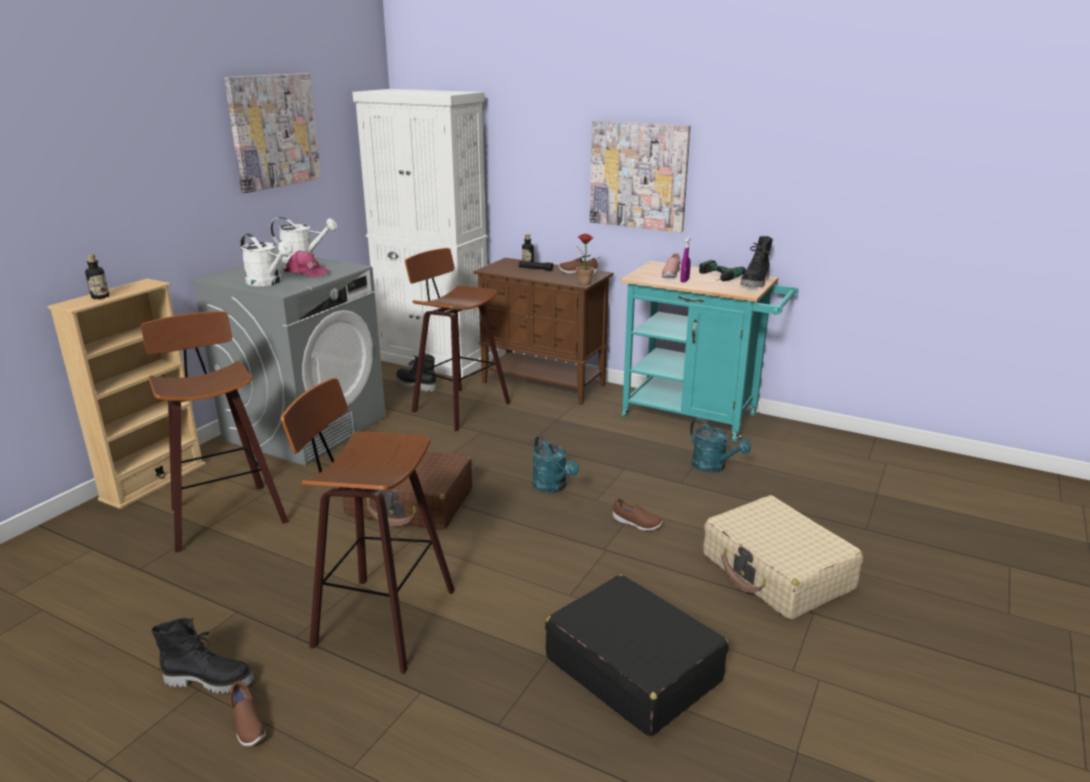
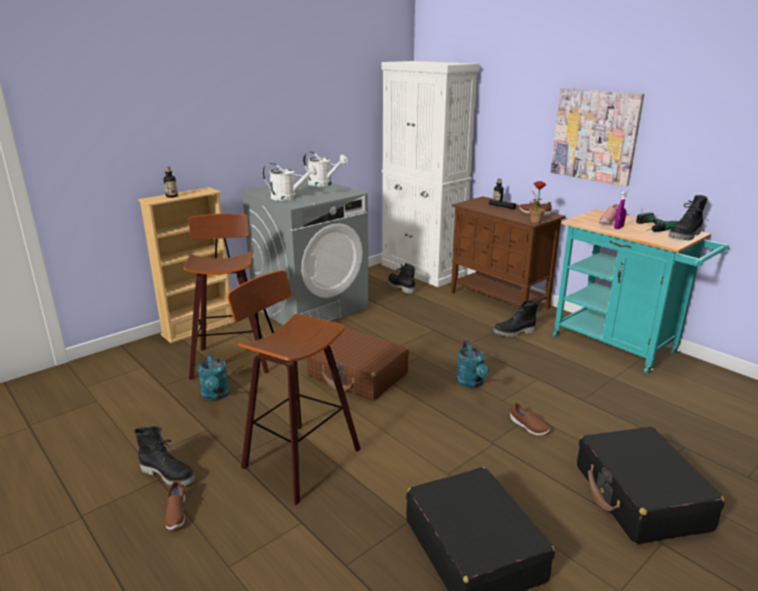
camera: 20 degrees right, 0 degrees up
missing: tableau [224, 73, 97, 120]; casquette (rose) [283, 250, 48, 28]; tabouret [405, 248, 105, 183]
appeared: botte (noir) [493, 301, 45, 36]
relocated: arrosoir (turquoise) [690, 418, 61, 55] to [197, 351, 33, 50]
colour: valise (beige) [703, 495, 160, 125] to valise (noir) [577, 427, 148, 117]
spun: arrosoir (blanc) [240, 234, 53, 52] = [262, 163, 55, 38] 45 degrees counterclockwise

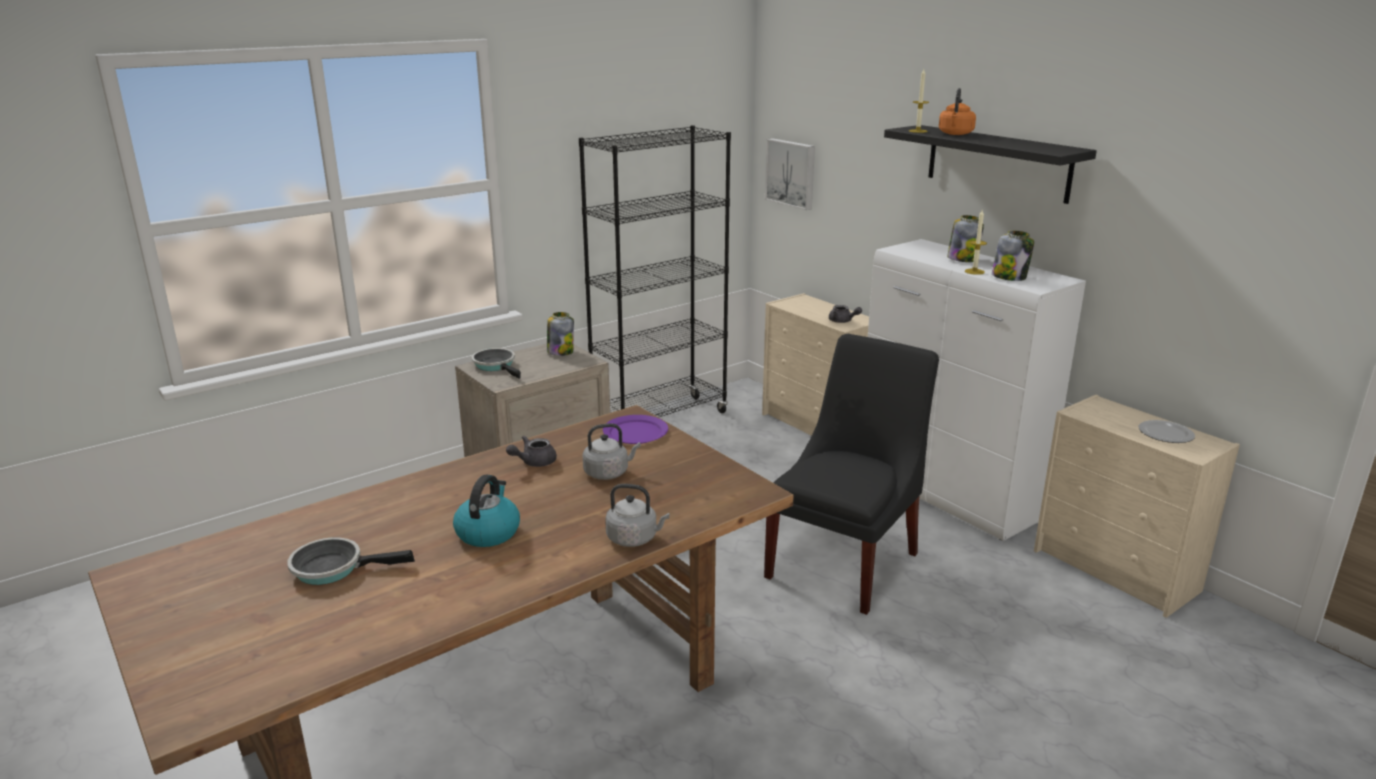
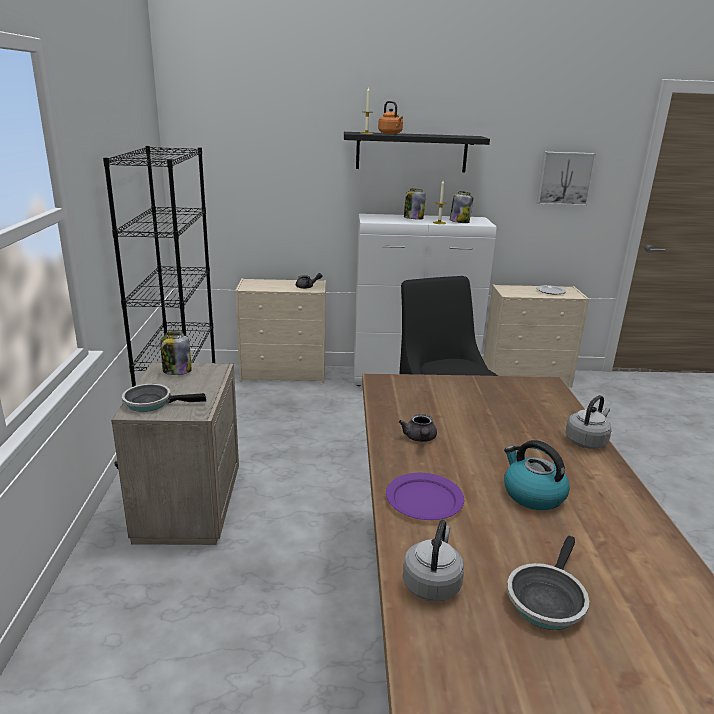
camera: 55 degrees left, 0 degrees up
relocated: bouilloire (gris) [583, 423, 58, 57] to [403, 520, 61, 82]; assiette (violet) [603, 415, 65, 29] to [386, 473, 78, 47]; tableau [765, 138, 50, 72] to [537, 152, 59, 54]

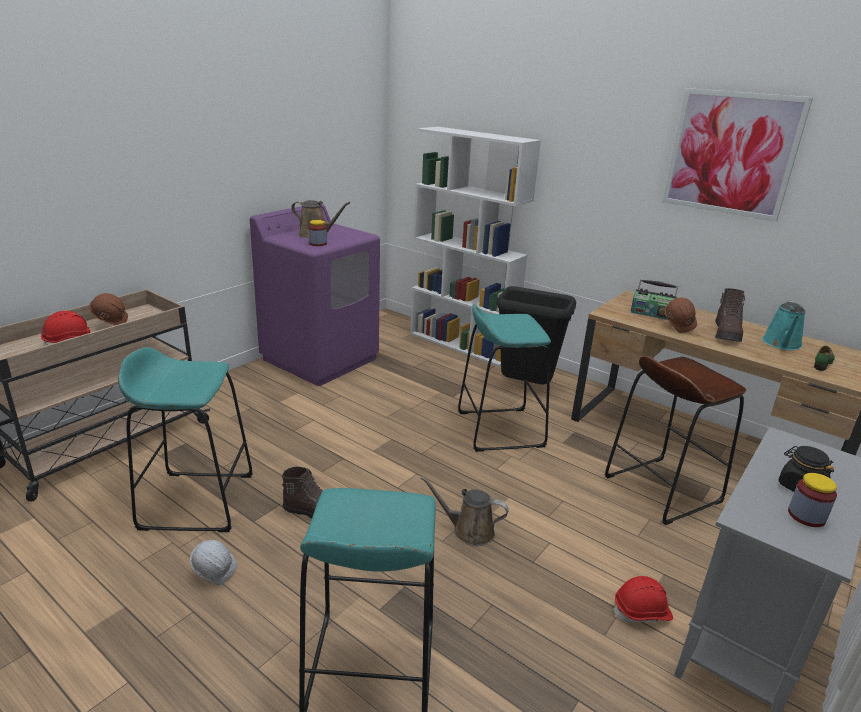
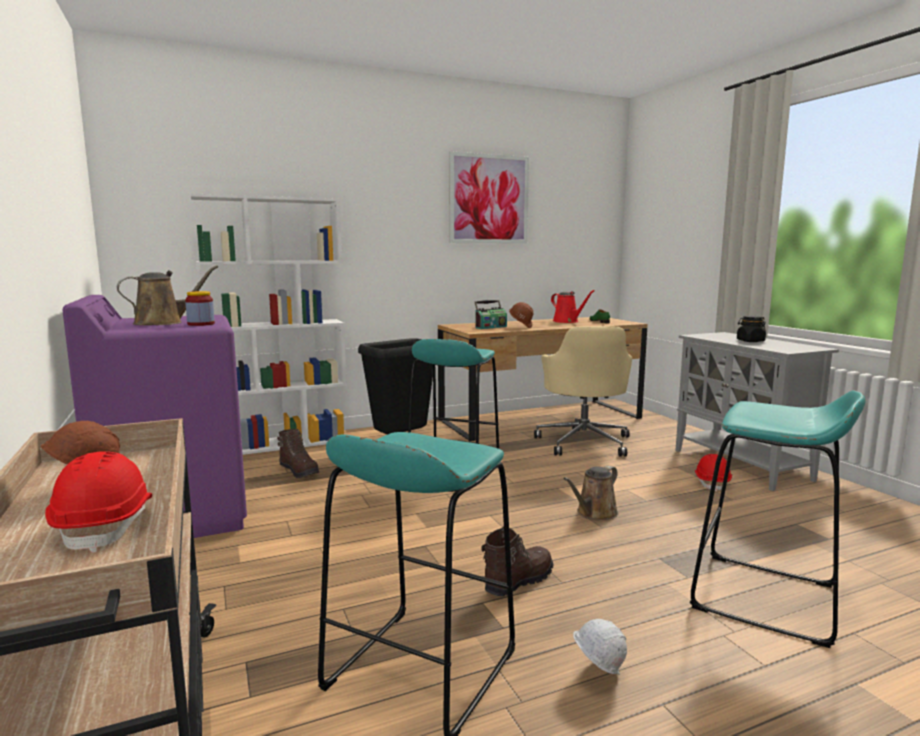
camera: 60 degrees left, 15 degrees down
missing: bocal [788, 473, 49, 54]
relocated: botte (marron) [715, 288, 30, 54] to [277, 429, 42, 49]
exchanged: tabouret (marron) [605, 356, 141, 169] to chaise de bureau (beige) [534, 326, 98, 130]
colour: arrosoir (turquoise) [762, 301, 44, 49] to arrosoir (rouge) [551, 290, 44, 33]

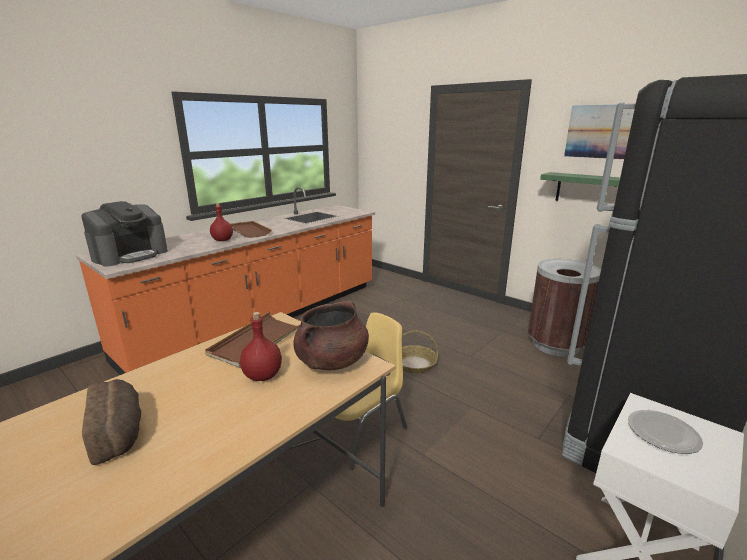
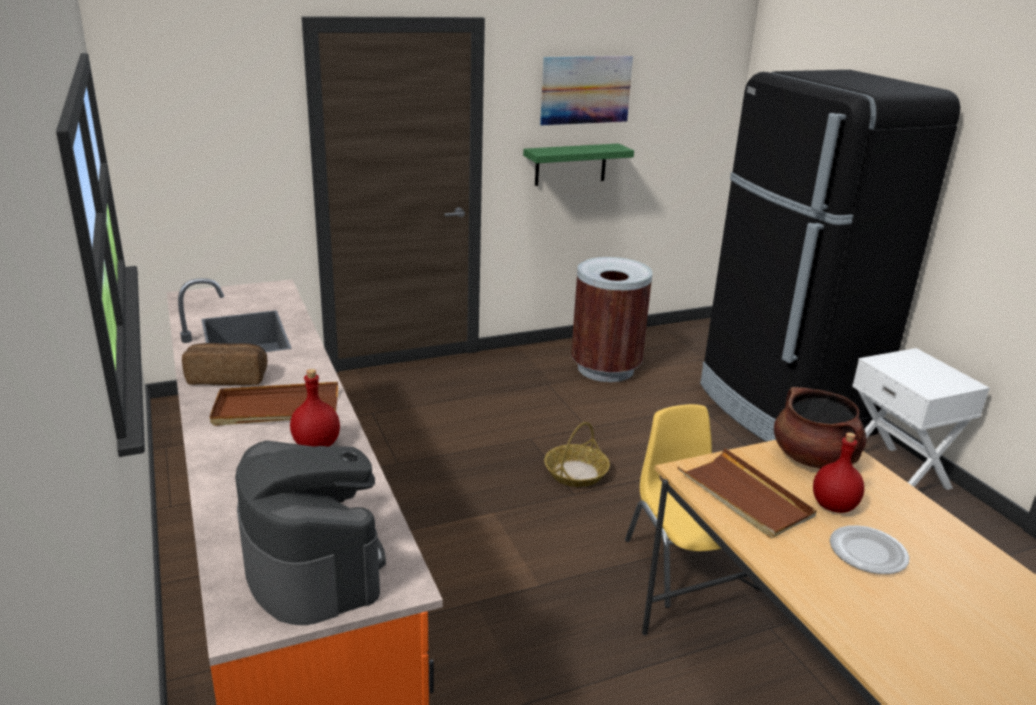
camera: 65 degrees left, 5 degrees up
relocated: pain [82, 379, 59, 86] to [182, 343, 85, 42]; assiette [628, 410, 75, 44] to [830, 525, 79, 49]

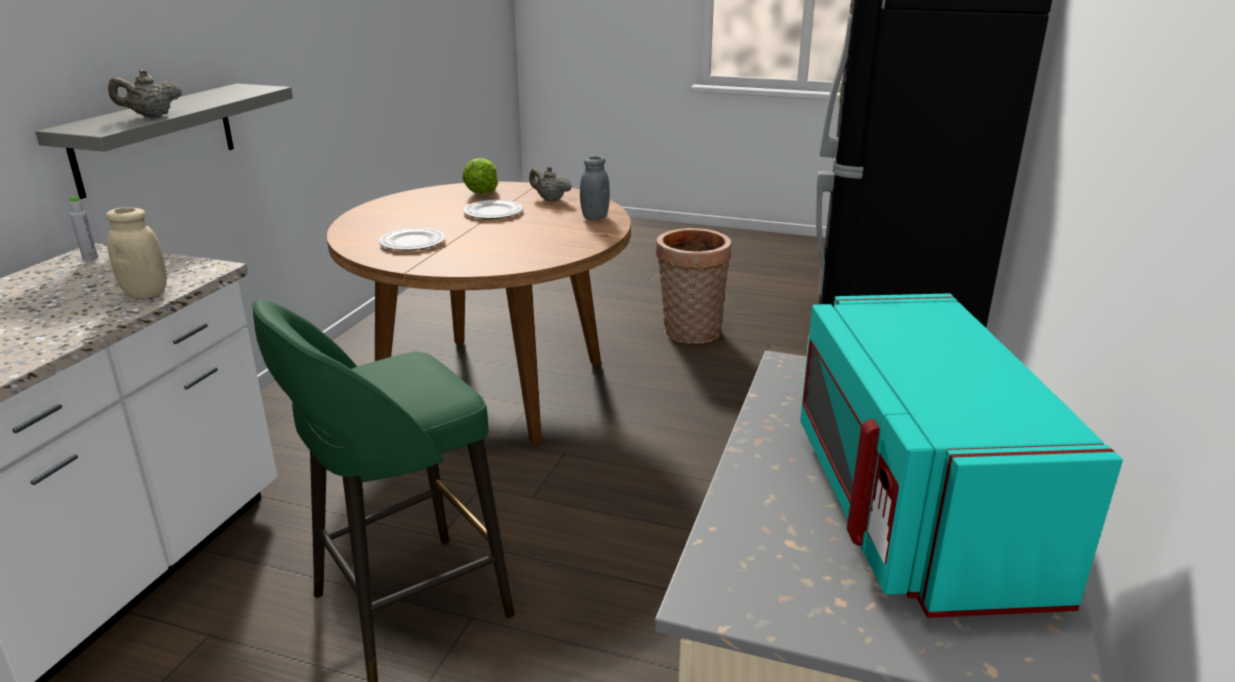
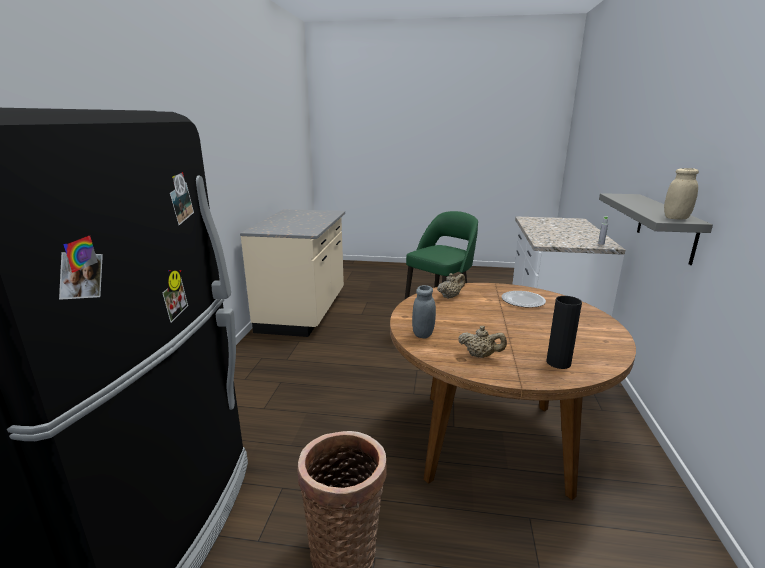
camera: 170 degrees right, 5 degrees down
missing: assiette [463, 200, 60, 19]; micro-ondes (turquoise) [800, 293, 323, 325]
relocated: bocal (beige) [106, 207, 61, 92] to [664, 168, 35, 52]; théière (beige) [108, 69, 74, 48] to [437, 273, 28, 26]
exchanged: laitue [463, 158, 35, 36] to vase (noir) [546, 296, 36, 73]

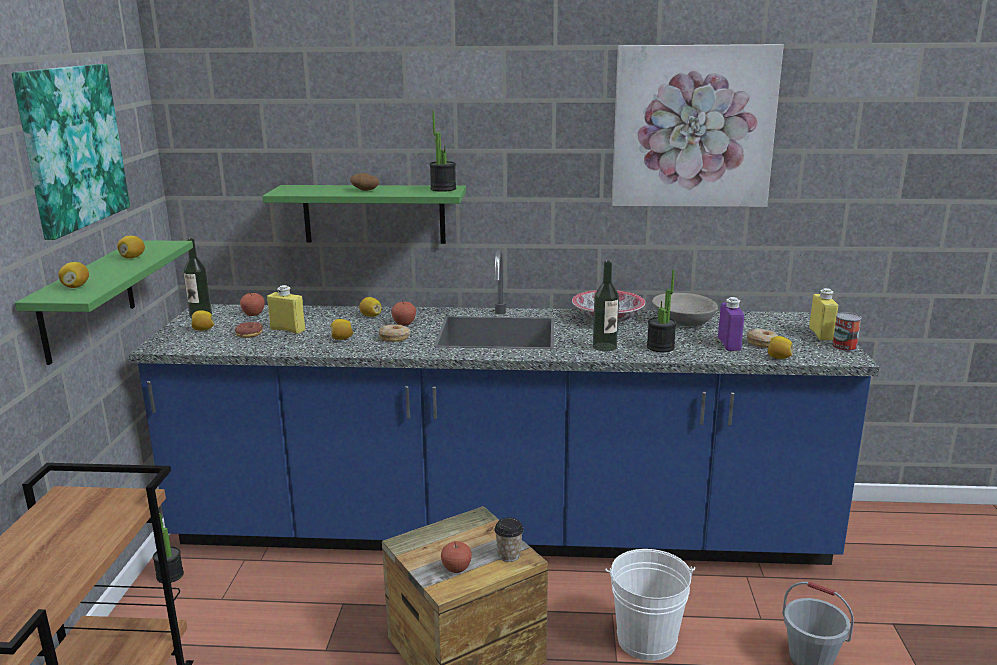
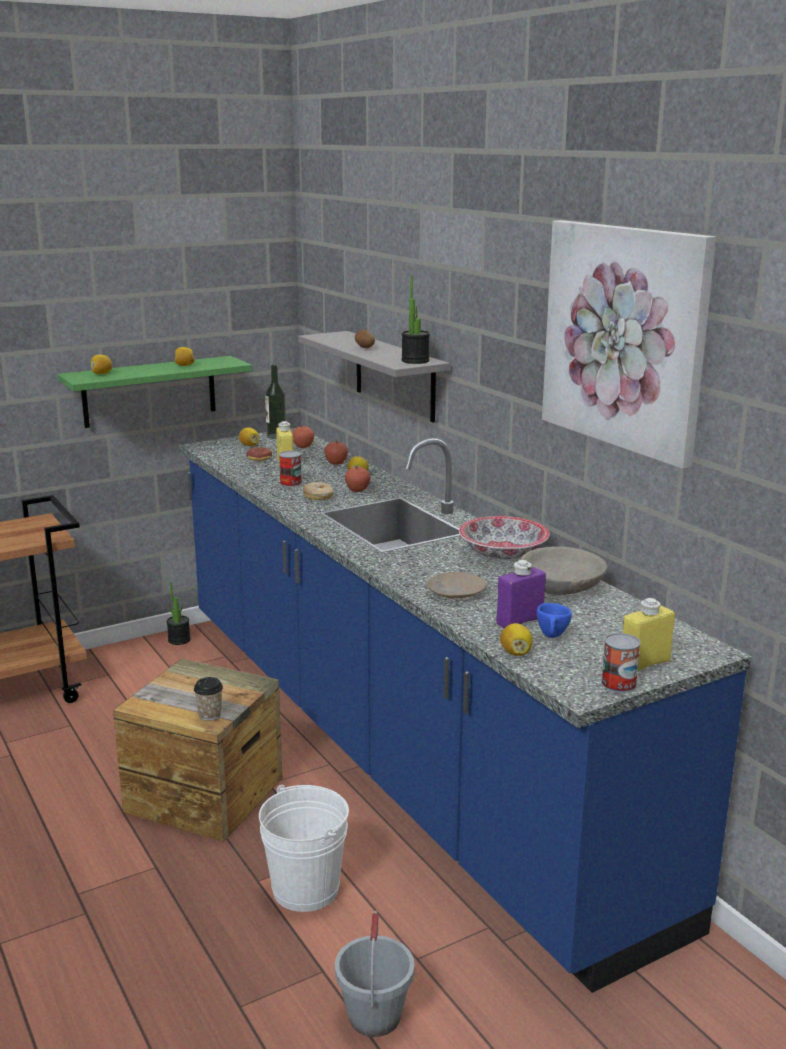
camera: 55 degrees right, 0 degrees up
missing: tableau [12, 64, 118, 176]; bouteille [593, 261, 26, 90]
relocated: pomme [441, 541, 31, 32] to [324, 441, 24, 24]
exchanged: citron [331, 319, 22, 21] to boîte métallique [279, 451, 23, 36]; plante en pot [647, 269, 29, 83] to assiette (beige) [427, 572, 59, 26]; beignet [747, 329, 31, 18] to tasse (bleu) [537, 603, 35, 35]
colour: étagère (vert) [262, 185, 204, 59] to étagère (gris) [298, 331, 151, 91]

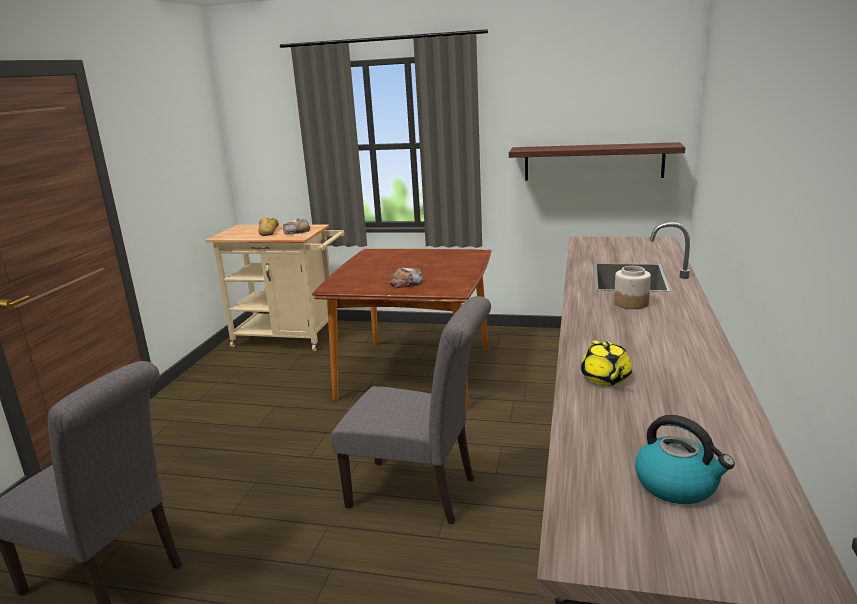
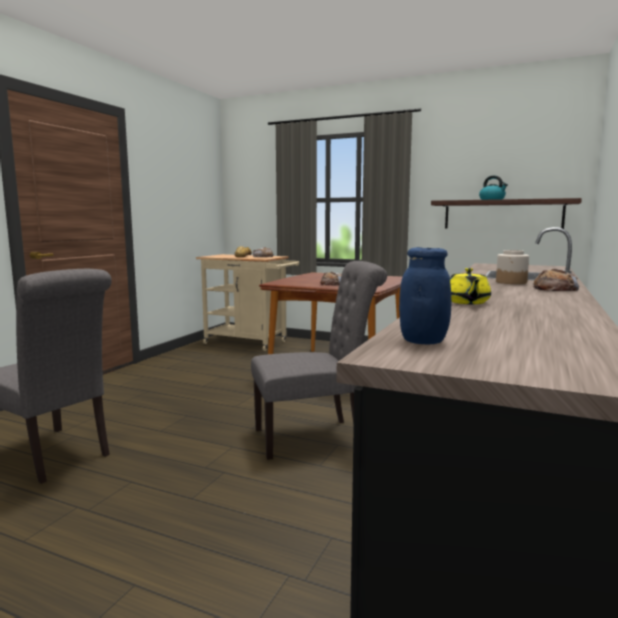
camera: 10 degrees right, 10 degrees down
appeared: bocal (bleu) [399, 247, 52, 97]; pain [532, 269, 47, 22]
relocated: bouilloire [635, 415, 100, 89] to [479, 176, 29, 24]
spun: chaise (gris) [331, 296, 160, 228] = [251, 261, 136, 199] 45 degrees counterclockwise

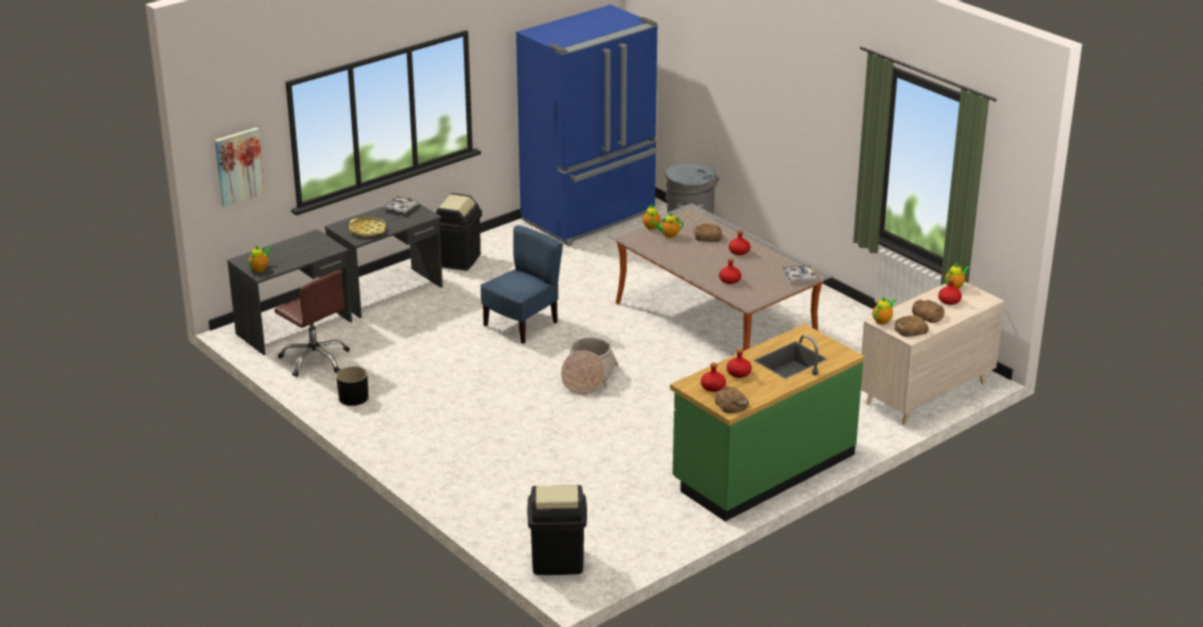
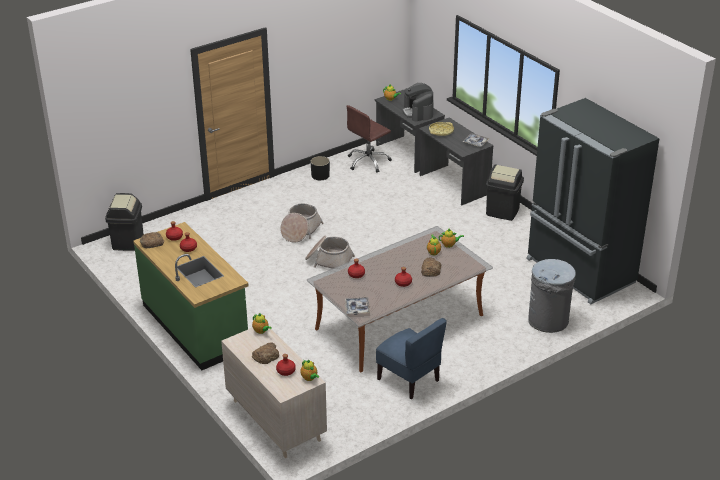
camera: 95 degrees right, 5 degrees up
missing: tableau [215, 127, 50, 80]; pain [894, 315, 35, 22]
appeared: panier [281, 204, 43, 39]; machine à café [402, 83, 32, 38]
relocated: chaise (bleu) [480, 225, 83, 119] to [376, 318, 71, 81]
colour: réfrigérateur (bleu) [516, 5, 142, 241] to réfrigérateur (noir) [527, 98, 133, 206]

